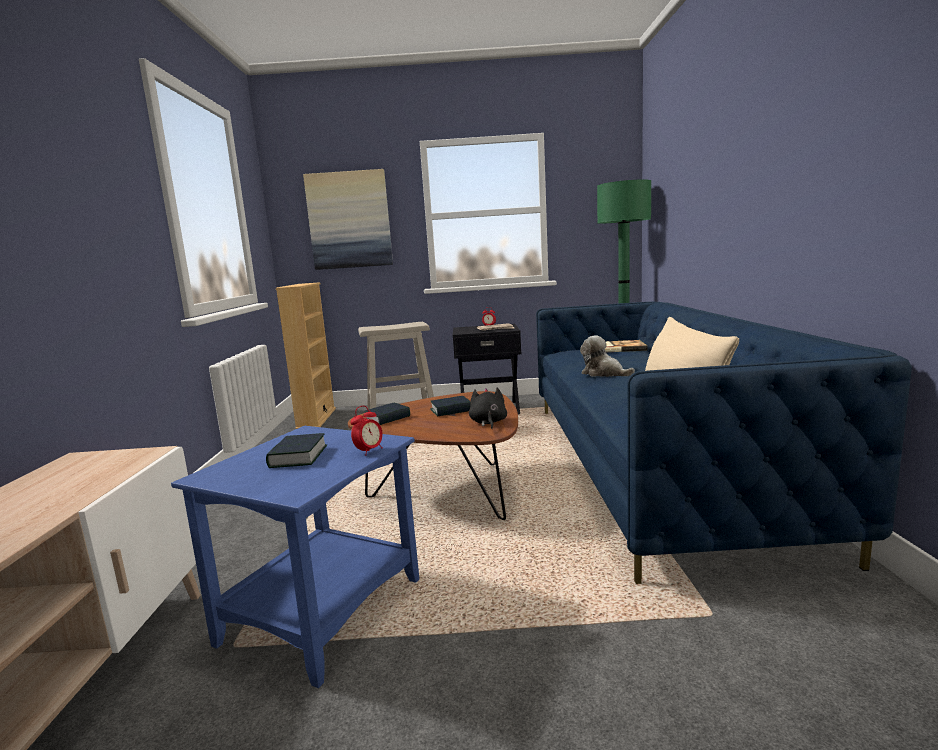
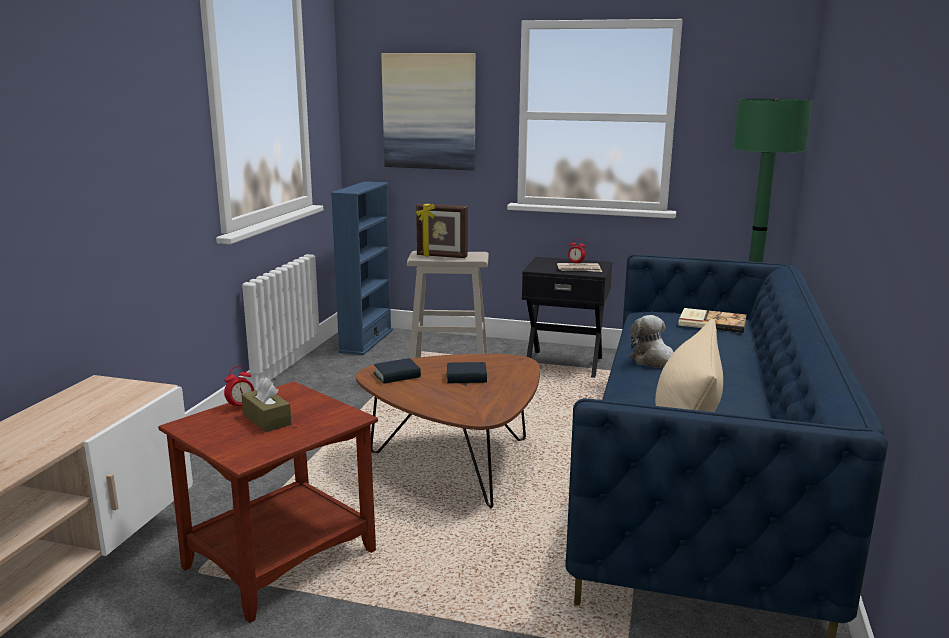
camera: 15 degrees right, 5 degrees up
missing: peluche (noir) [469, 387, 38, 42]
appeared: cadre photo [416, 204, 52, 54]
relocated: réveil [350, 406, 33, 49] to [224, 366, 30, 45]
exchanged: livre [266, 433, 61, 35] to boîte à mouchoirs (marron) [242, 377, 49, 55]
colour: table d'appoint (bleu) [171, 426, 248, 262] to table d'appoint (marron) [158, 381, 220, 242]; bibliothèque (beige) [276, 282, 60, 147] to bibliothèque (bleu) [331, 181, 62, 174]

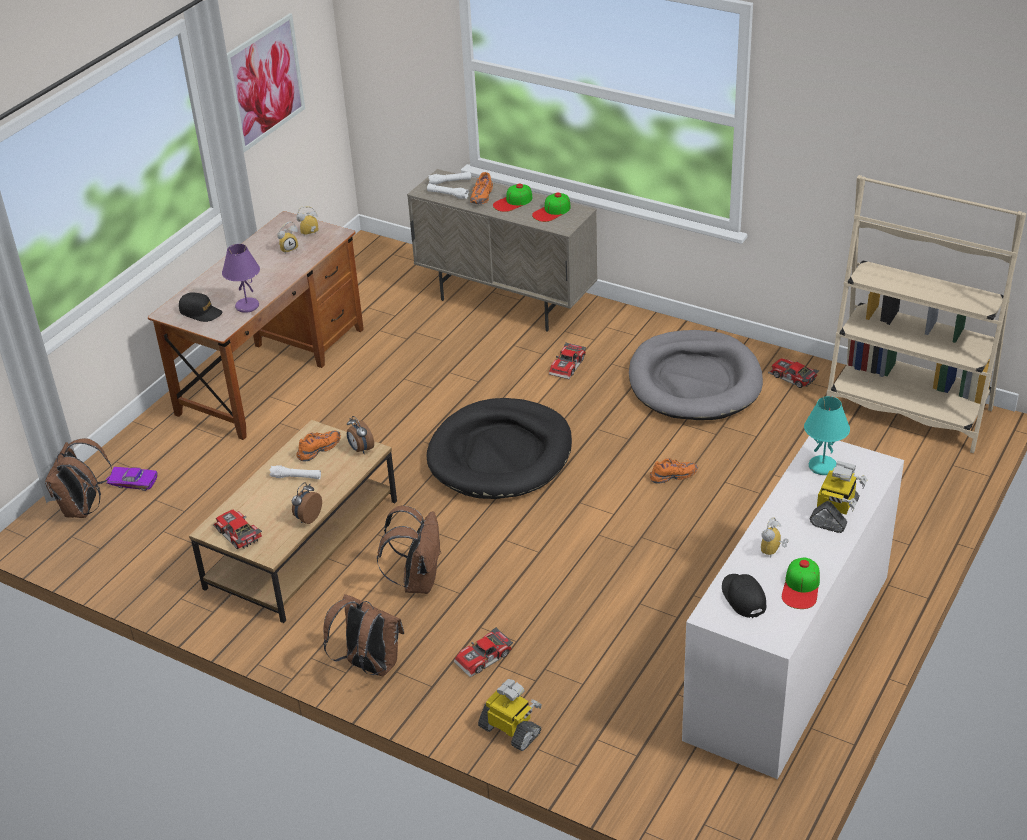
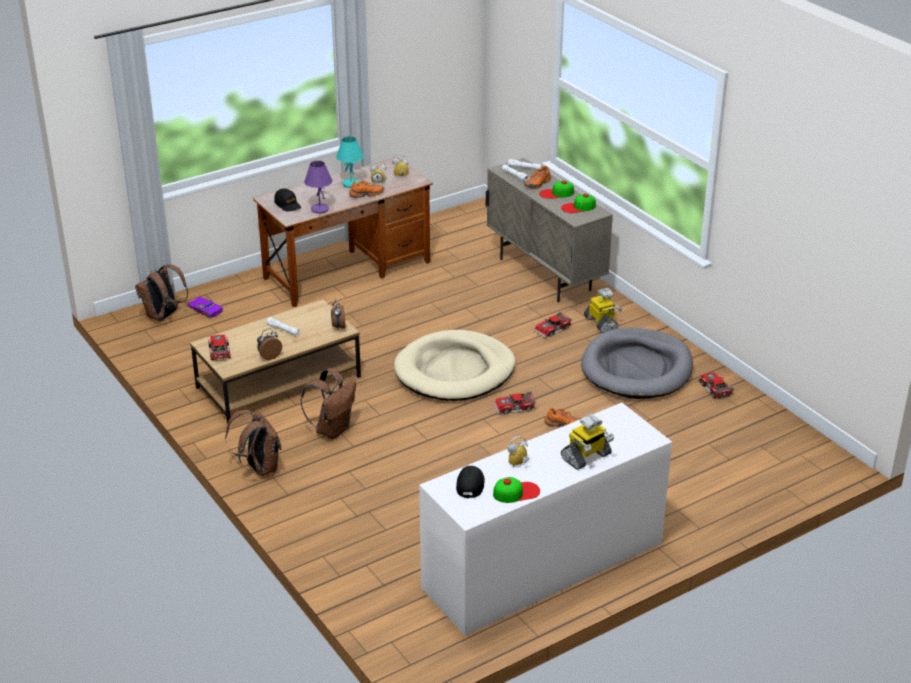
camera: 25 degrees right, 5 degrees down
missing: tableau [227, 13, 78, 139]; bibliothèque (beige) [826, 175, 200, 278]
relocated: chaussure (orange) [296, 431, 45, 31] to [349, 180, 35, 18]; petite voiture [453, 627, 60, 50] to [494, 392, 42, 22]; robot jouet [478, 679, 64, 72] to [584, 288, 38, 45]; lampe de table (turquoise) [804, 396, 46, 79] to [336, 136, 28, 52]
colour: panier pour chien (noir) [426, 398, 146, 101] to panier pour chien (beige) [394, 330, 121, 71]
spun: casquette [782, 558, 38, 51] = [493, 477, 47, 26] 150 degrees counterclockwise

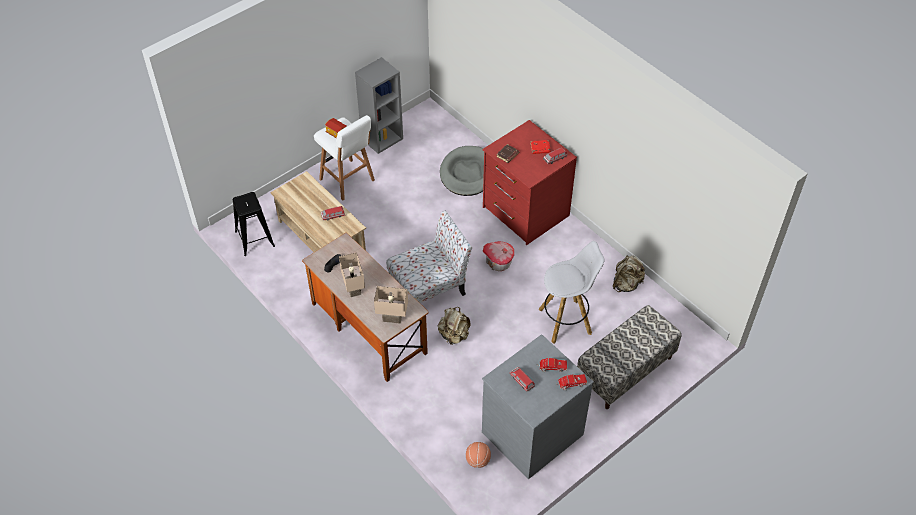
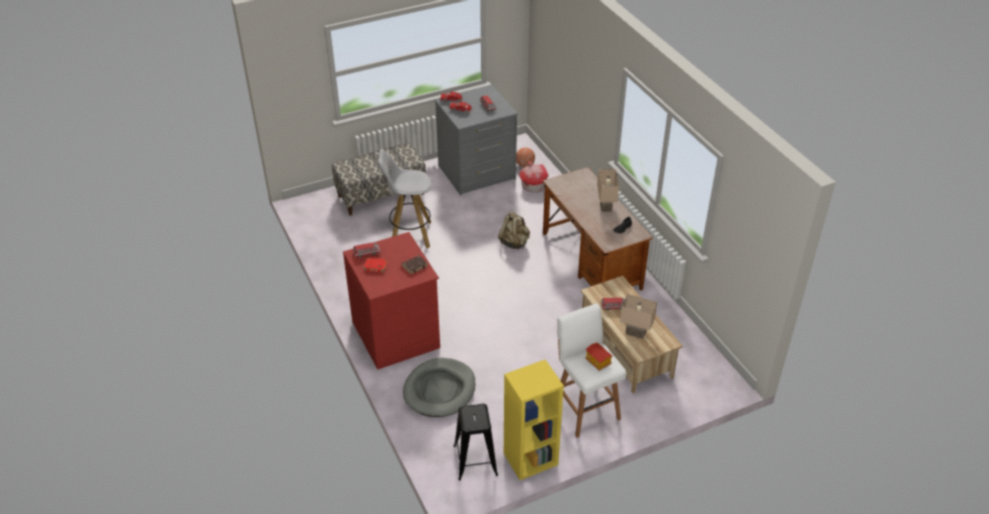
camera: 165 degrees left, 10 degrees down
missing: chaise [386, 211, 86, 92]; sac à dos (beige) [613, 255, 32, 37]
relocated: tabouret (noir) [233, 192, 42, 64] to [454, 404, 44, 76]; lampe de table (beige) [374, 286, 34, 38] to [620, 294, 37, 45]; maison miniature [482, 241, 32, 30] to [520, 161, 29, 31]
colour: bibliothèque (gris) [355, 57, 48, 97] to bibliothèque (jaune) [504, 360, 60, 120]

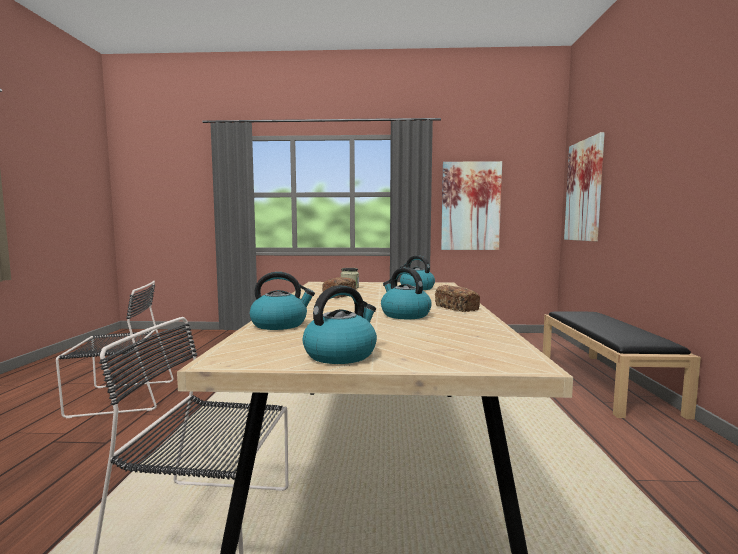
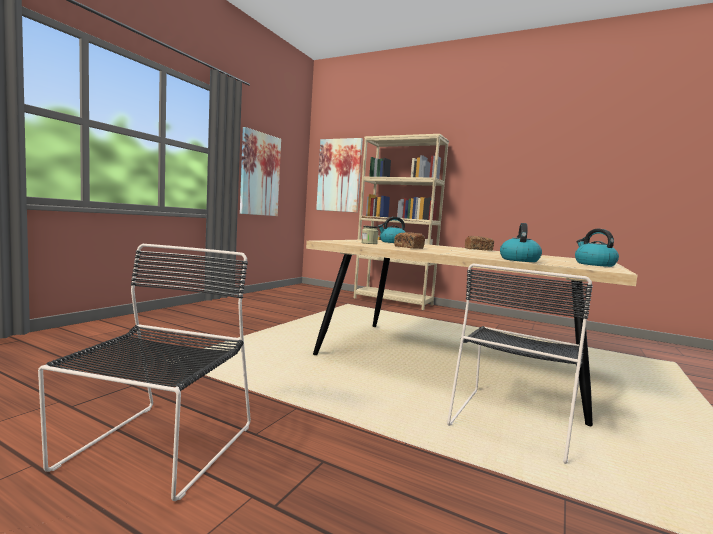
camera: 65 degrees left, 0 degrees up
missing: bouilloire [381, 267, 51, 52]
exchanged: banc (noir) [543, 311, 158, 108] to bibliothèque (beige) [354, 134, 95, 176]

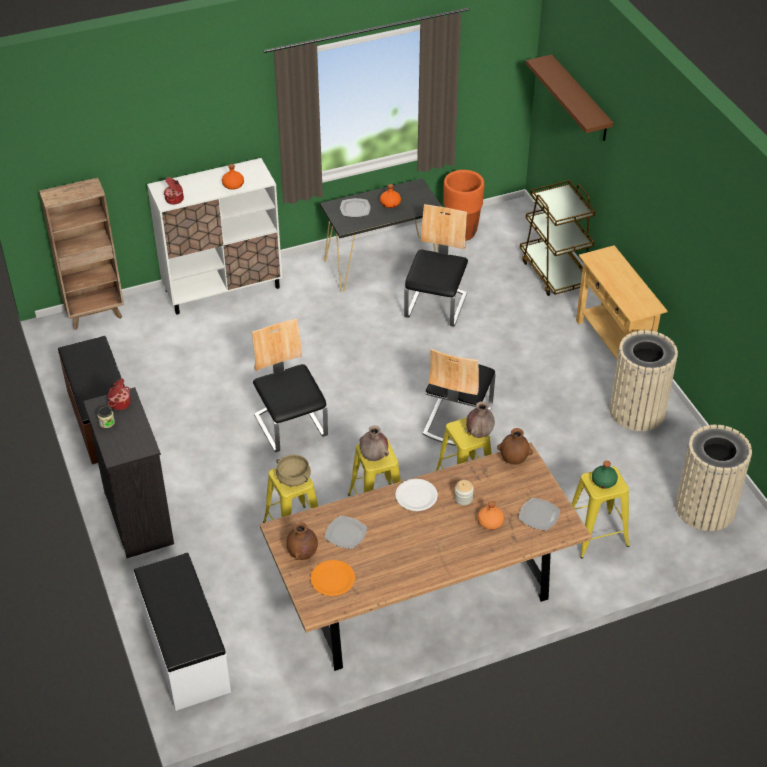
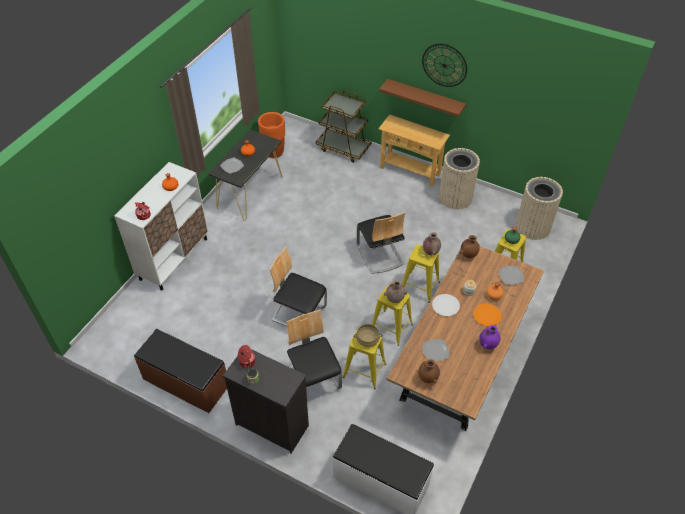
camera: 40 degrees left, 5 degrees up
missing: bibliothèque (marron) [39, 177, 85, 153]
appeared: horloge murale [422, 44, 45, 43]; vase (violet) [479, 325, 22, 24]
relocated: assiette (orange) [310, 560, 45, 36] to [474, 303, 28, 23]; chaise [404, 204, 64, 123] to [287, 310, 55, 85]; étagère (marron) [526, 54, 87, 87] to [379, 79, 87, 38]

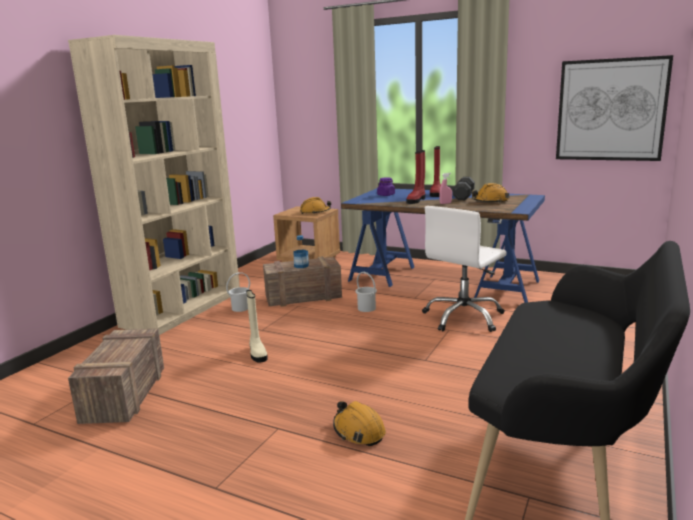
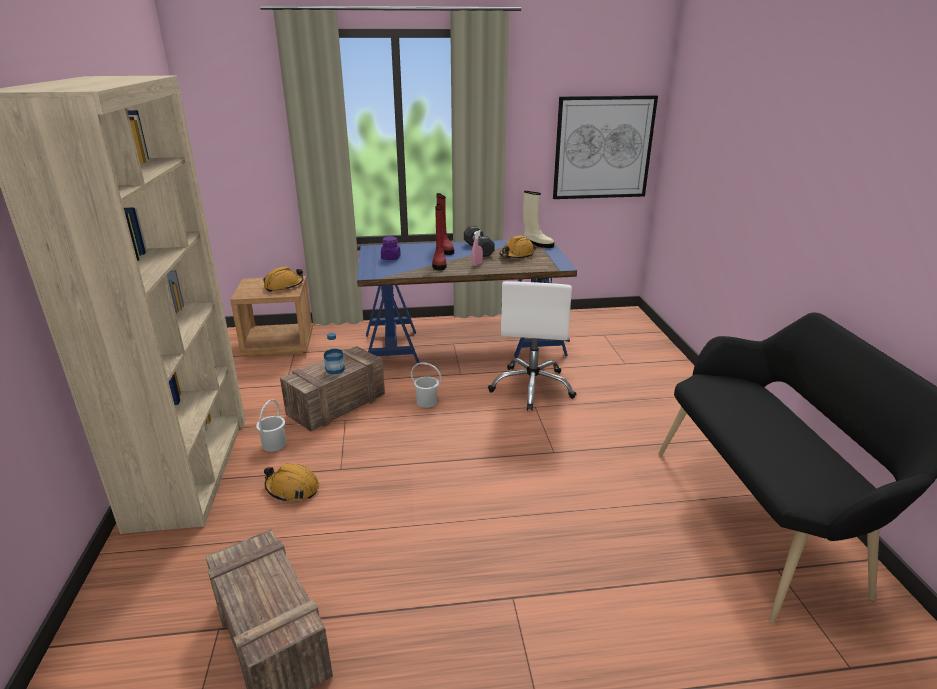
camera: 35 degrees left, 10 degrees up
relocated: botte (beige) [246, 290, 22, 73] to [523, 191, 31, 57]; casque de chantier (orange) [333, 401, 53, 45] to [264, 463, 55, 39]

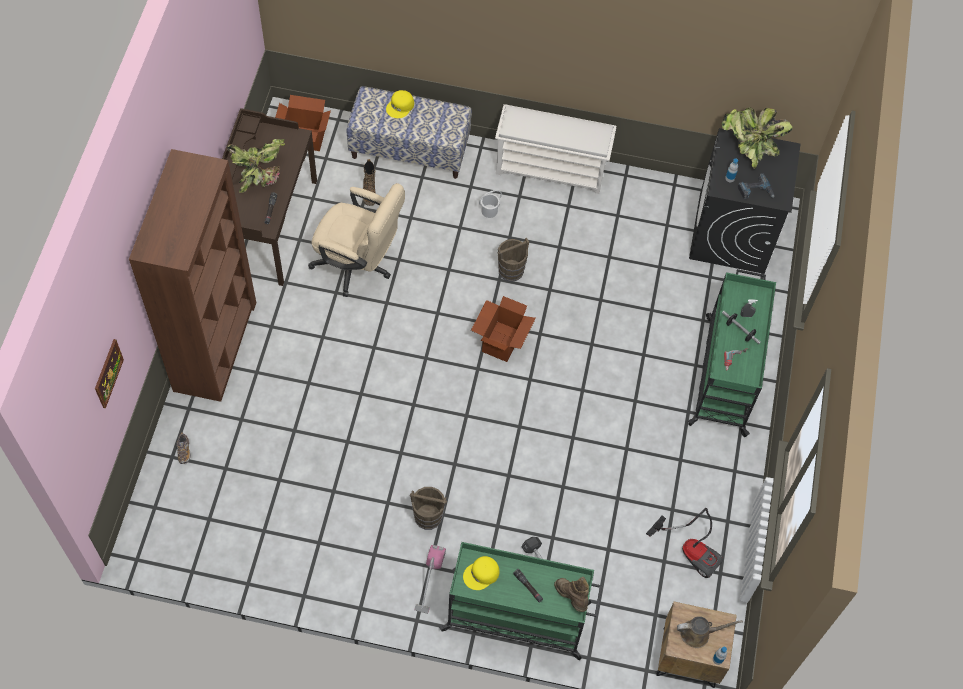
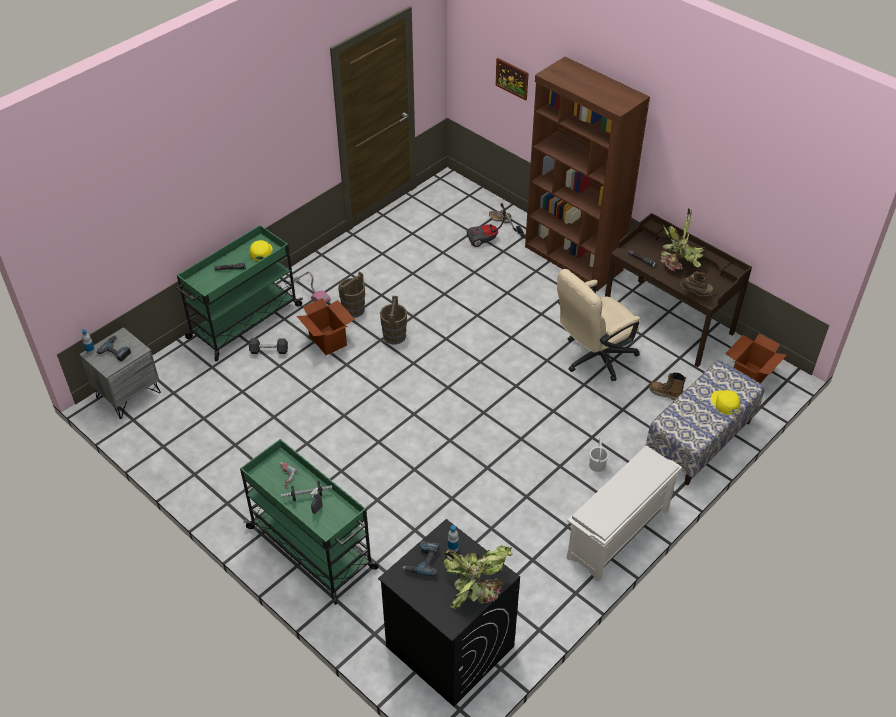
camera: 125 degrees right, 15 degrees down
relocated: carton [471, 296, 65, 66] to [297, 298, 58, 57]; seau (marron) [498, 238, 31, 44] to [380, 296, 27, 49]; botte (marron) [554, 577, 35, 35] to [680, 272, 34, 25]; aspirateur [646, 508, 77, 70] to [467, 203, 59, 44]
exchanged: arrosoir (marron) [677, 616, 66, 32] to perceuse [97, 335, 34, 27]
colour: table de chevet (marron) [656, 602, 81, 86] to table de chevet (gris) [79, 327, 82, 92]

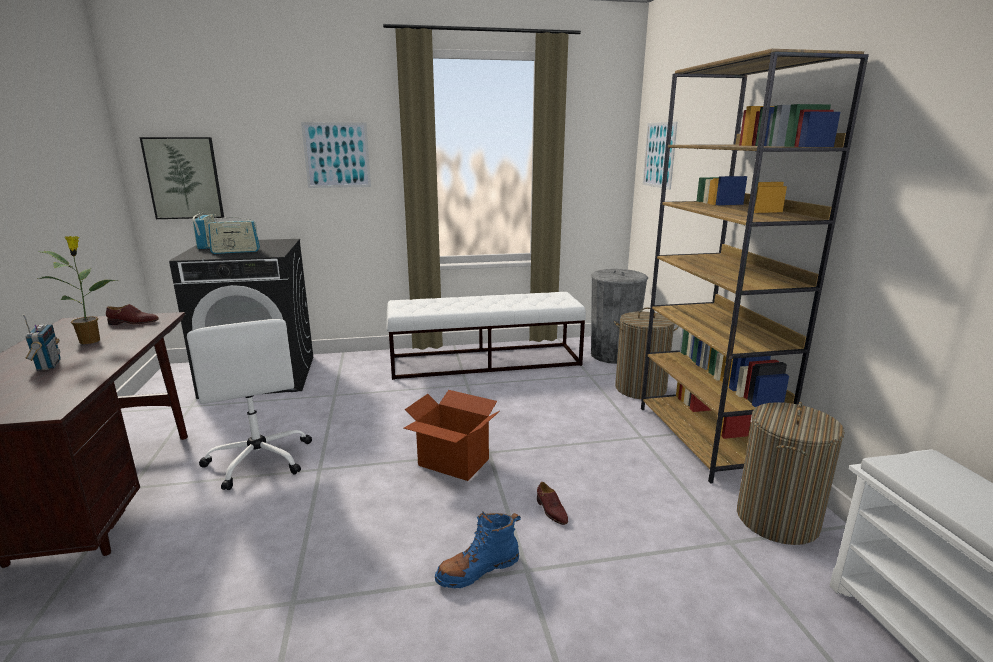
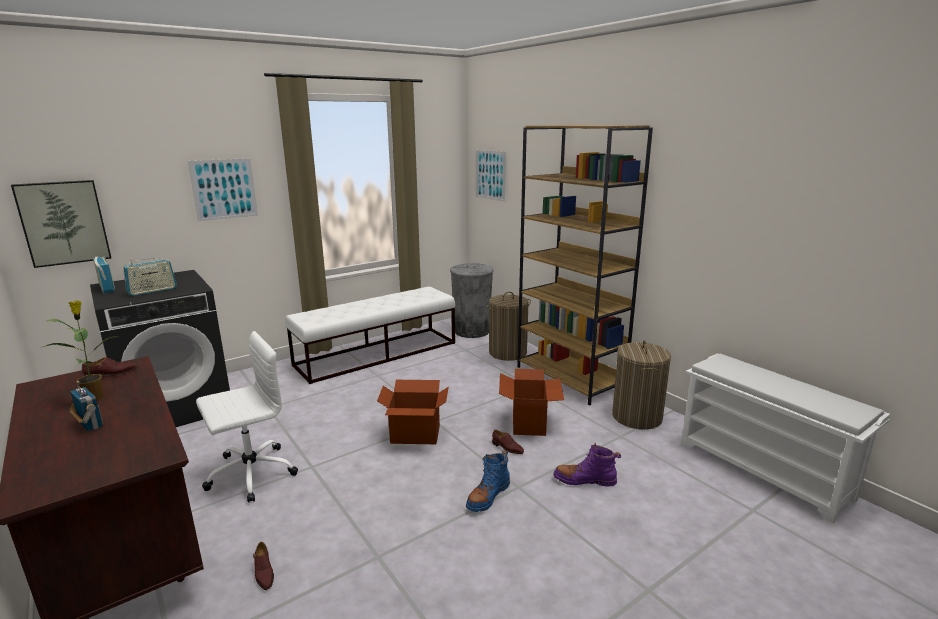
camera: 25 degrees left, 0 degrees up
appeared: chaussure (marron) [253, 542, 21, 48]; carton [499, 369, 65, 67]; botte (violet) [553, 443, 68, 44]
spun: chaise de bureau (blanc) [187, 319, 125, 171] = [196, 331, 102, 172] 75 degrees counterclockwise

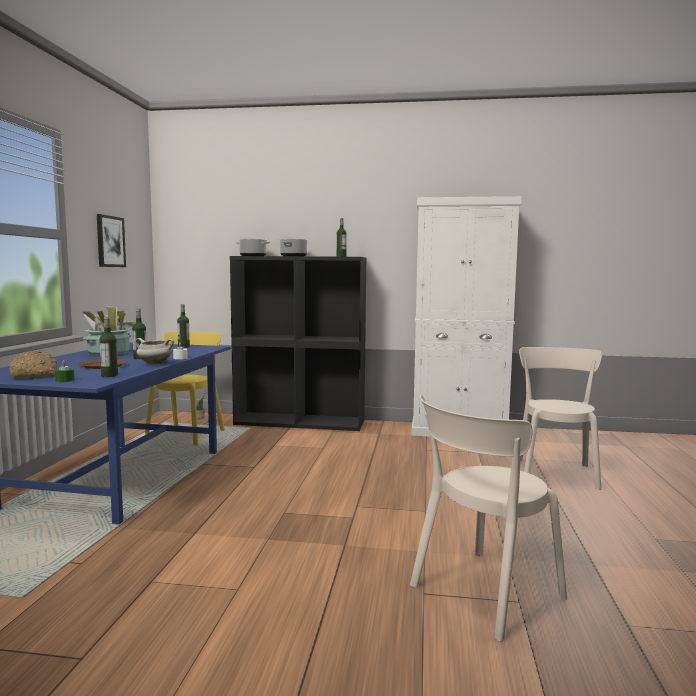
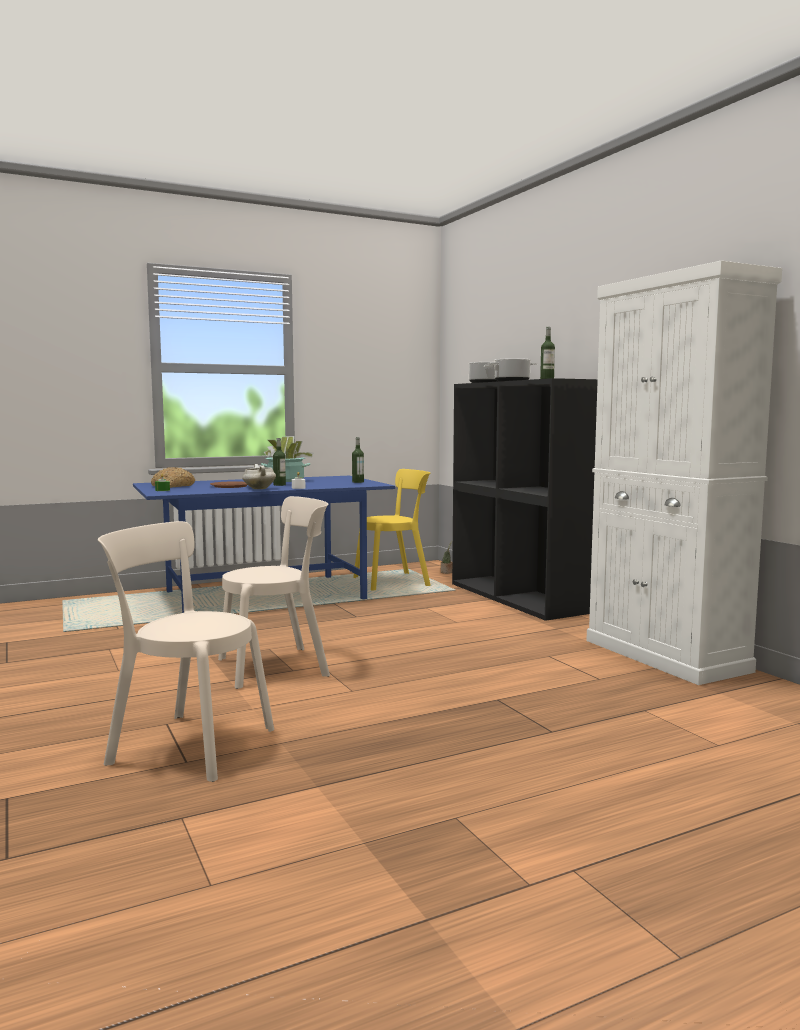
camera: 55 degrees right, 0 degrees up
missing: tableau [97, 214, 29, 53]; bouteille [99, 316, 19, 61]
relocated: chaise (beige) [519, 347, 83, 143] to [218, 496, 112, 193]

